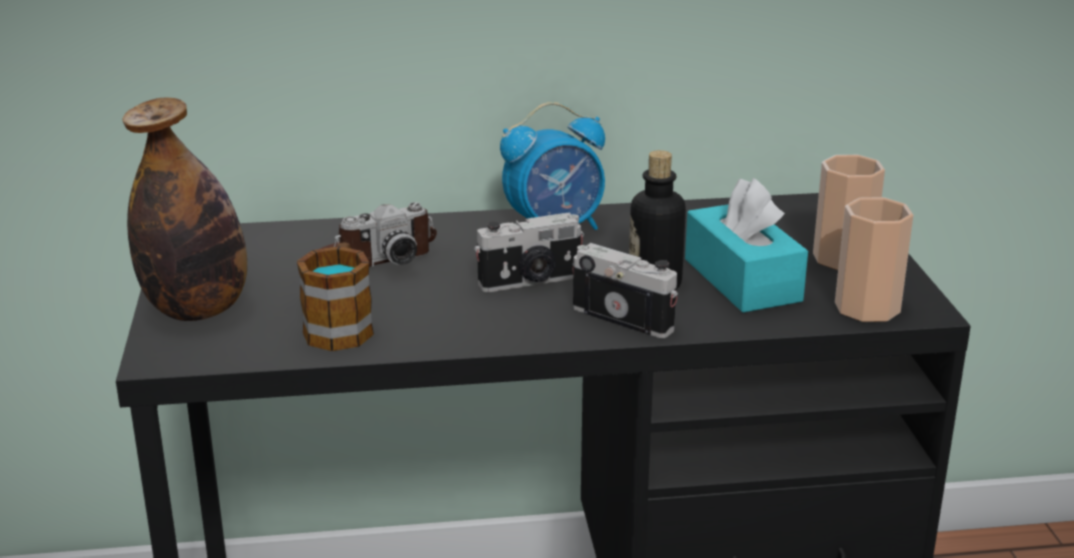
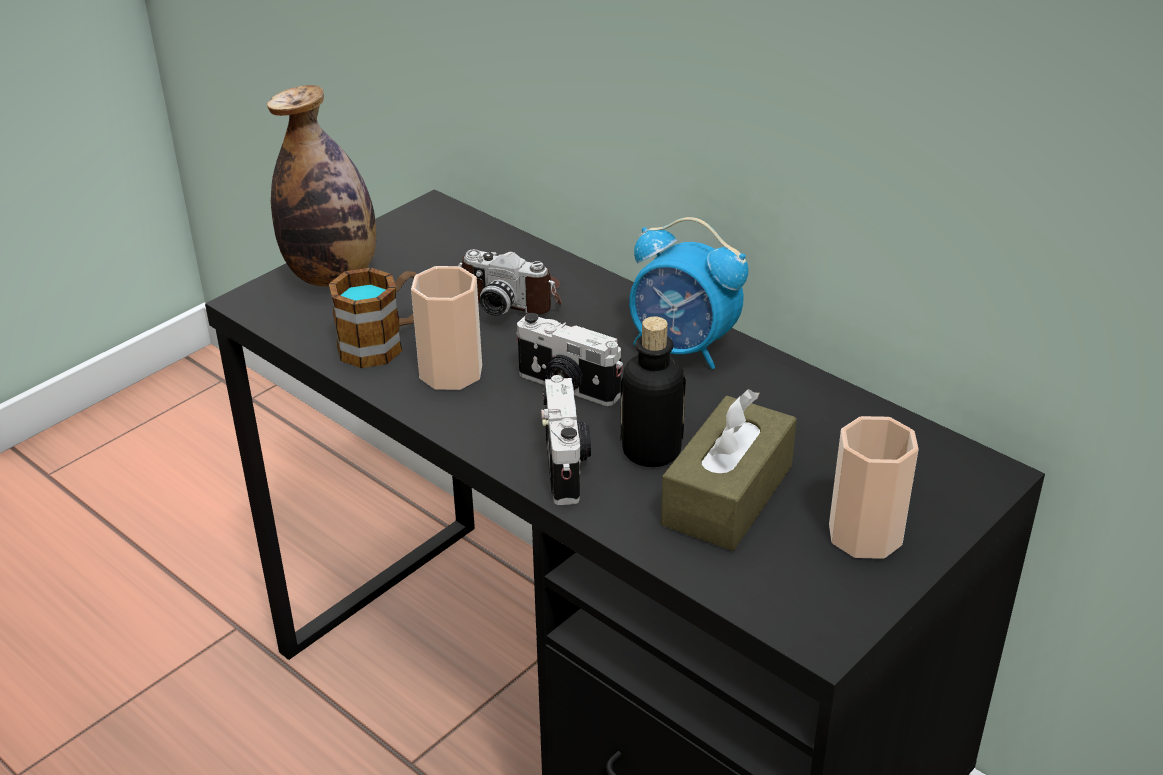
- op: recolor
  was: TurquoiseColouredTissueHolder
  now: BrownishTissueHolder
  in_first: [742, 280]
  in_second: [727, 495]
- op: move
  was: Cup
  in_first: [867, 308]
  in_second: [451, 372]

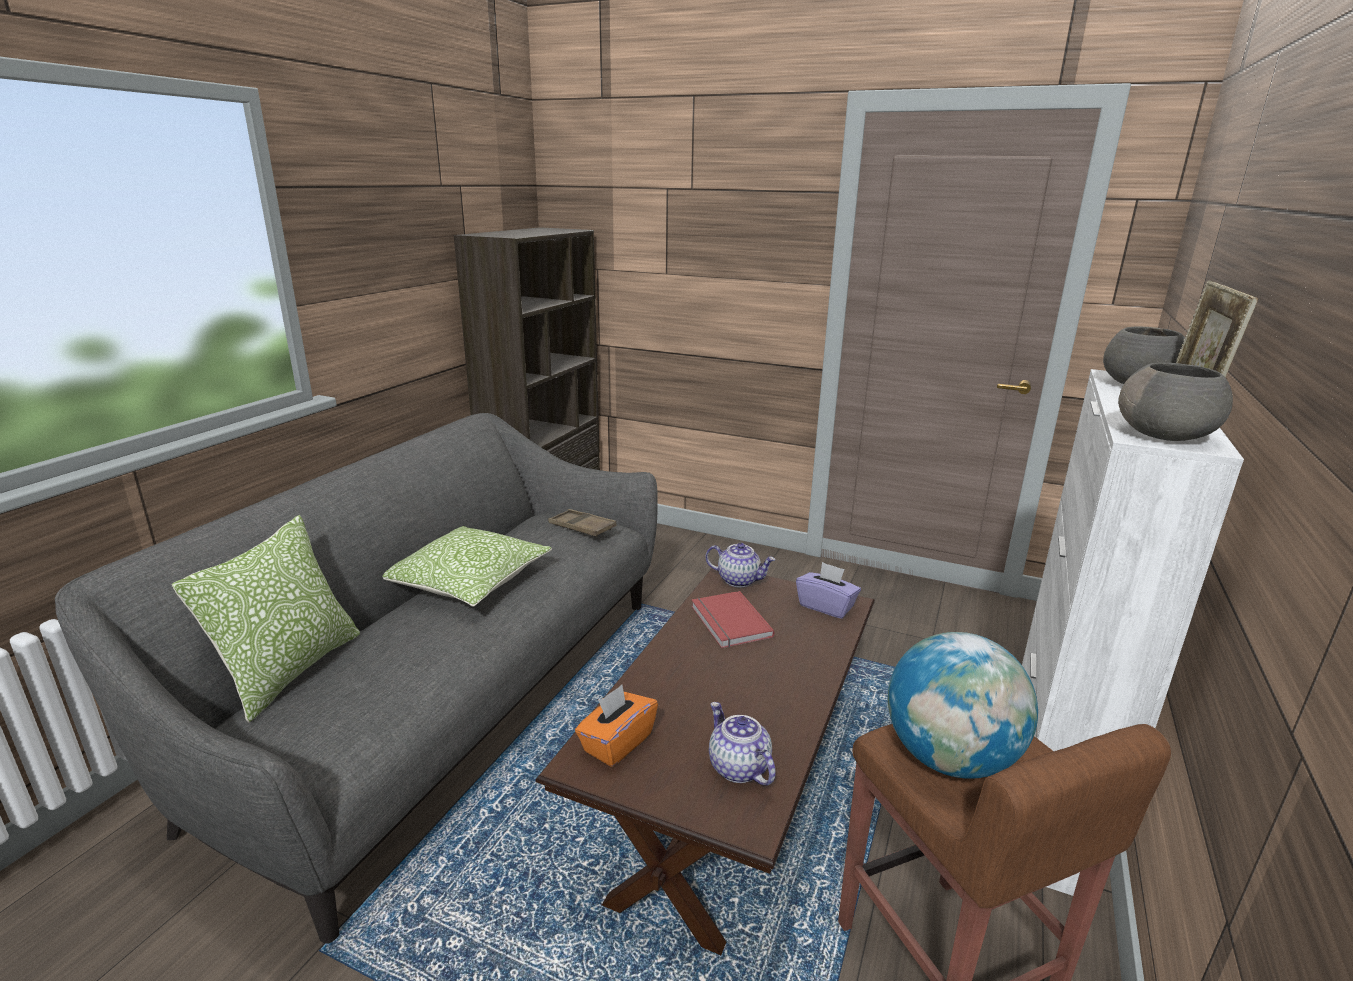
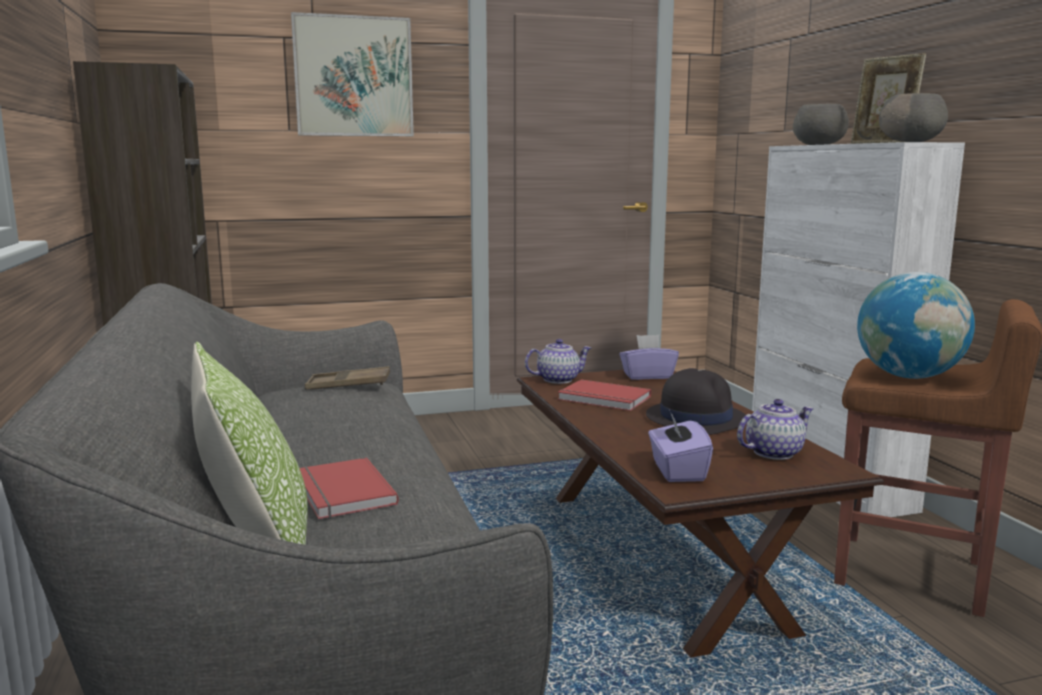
- op: delete
  was: Pillow
  in_first: [468, 581]
- op: recolor
  was: OrangeTissueHolder
  now: PurplishTissueHolder
  in_first: [617, 743]
  in_second: [677, 471]
- op: rotate
  was: TeaPot
  in_first: [737, 767]
  in_second: [773, 452]
  clockwise: 135
- op: insert
  now: WallArt
  in_second: [353, 76]
- op: insert
  now: BlackHat
  in_second: [695, 418]
- op: insert
  now: ReddishVolume
  in_second: [341, 492]

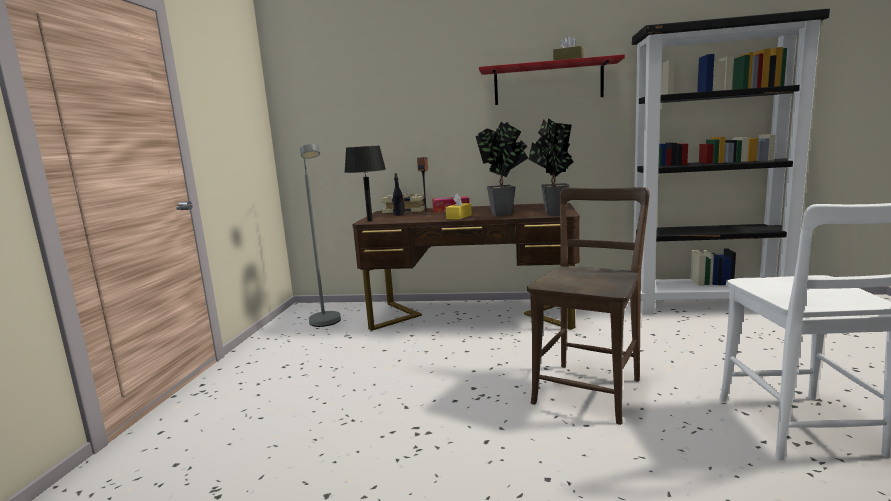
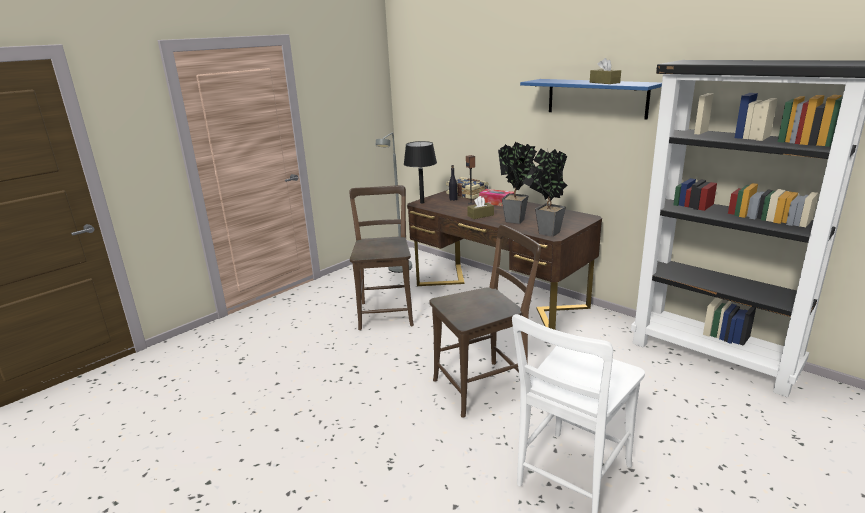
- op: recolor
  was: ReddishWallShelf
  now: BlueColouredWallShelf
  in_first: [548, 83]
  in_second: [596, 98]
- op: recolor
  was: YellowTissueHolder
  now: BrownishTissueHolder
  in_first: [459, 217]
  in_second: [480, 215]
- op: insert
  now: BrownishChair
  in_second: [386, 312]

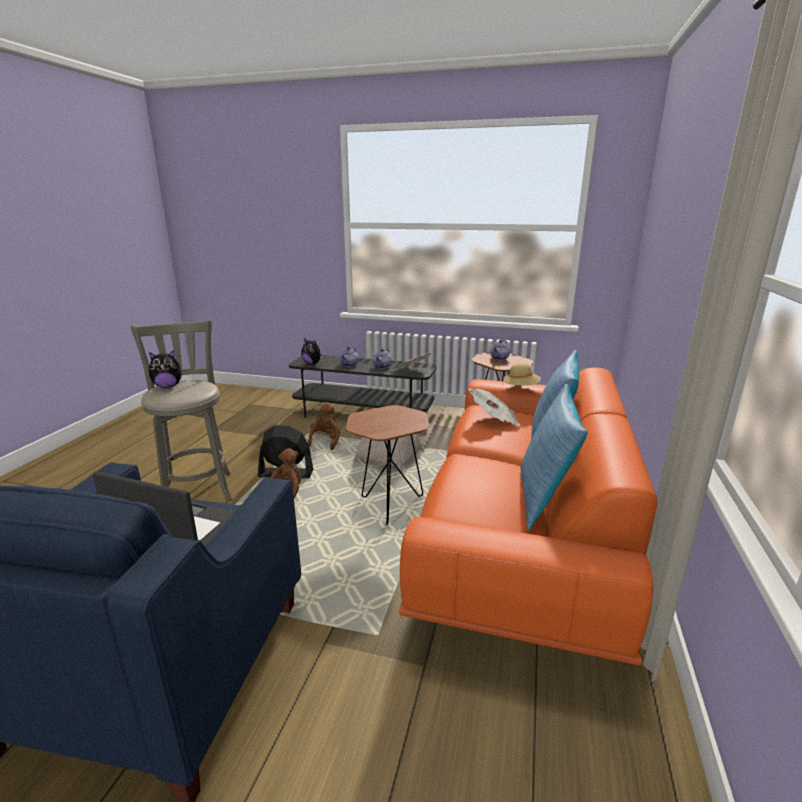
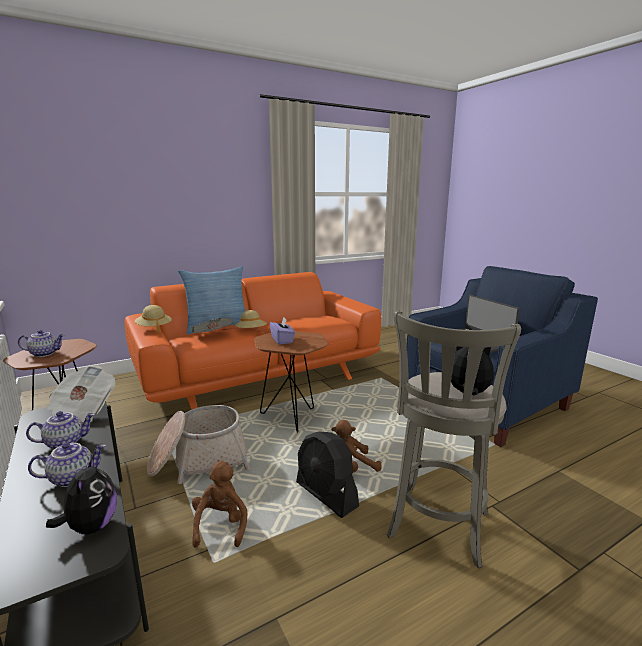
- op: delete
  was: Pillow
  in_first: [544, 498]
- op: rotate
  was: BrownishPlushToy
  in_first: [326, 441]
  in_second: [221, 525]
  clockwise: 120
- op: insert
  now: BeigeColouredHat
  in_second: [251, 331]
- op: insert
  now: PurplishTissueHolder
  in_second: [282, 340]

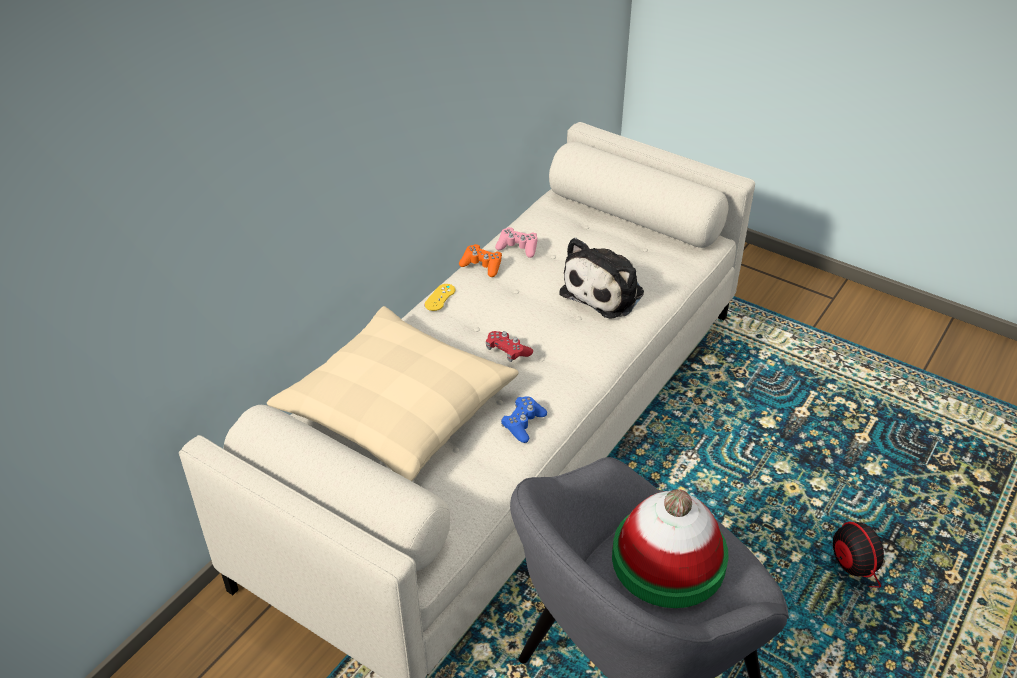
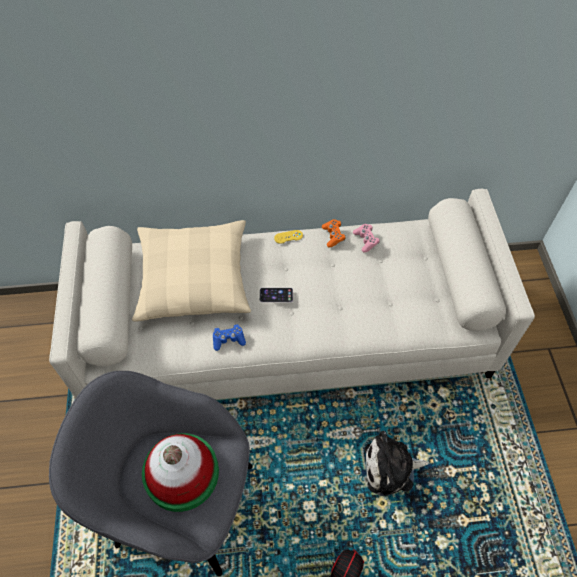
- op: move
  was: PlushToy
  in_first: [606, 291]
  in_second: [392, 468]
- op: replace
  was: ReddishGamepad
  now: Phone
  in_first: [507, 351]
  in_second: [276, 295]

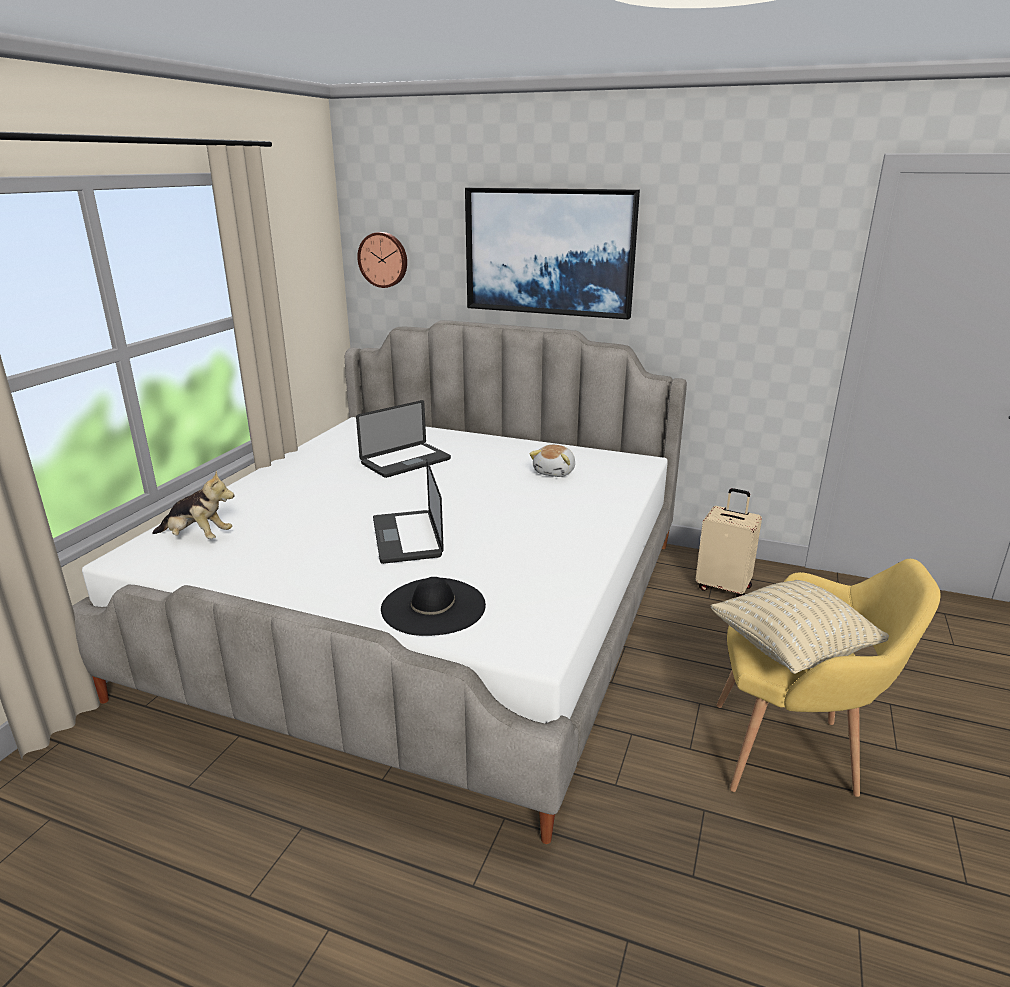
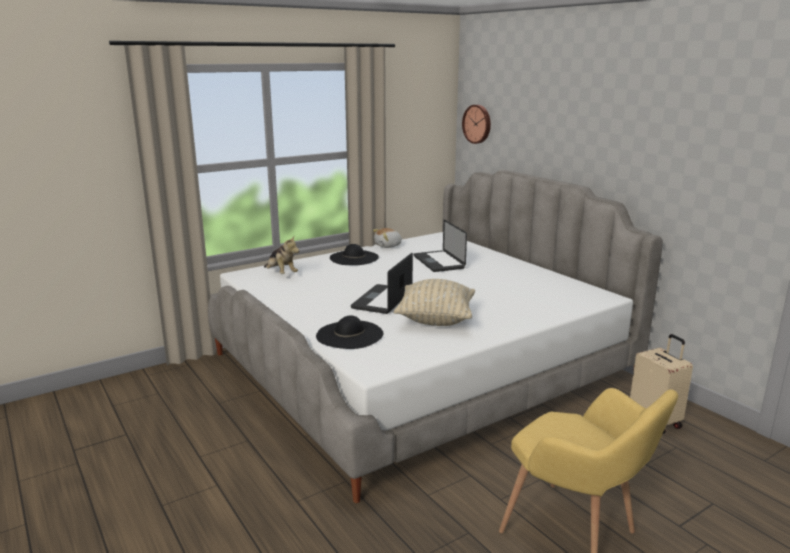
- op: delete
  was: WallArt
  in_first: [549, 252]
- op: rotate
  was: NotebookComputer
  in_first: [406, 461]
  in_second: [438, 262]
  clockwise: 75
- op: move
  was: PlushToy
  in_first: [555, 472]
  in_second: [388, 246]
- op: move
  was: BeigeColouredPillow
  in_first: [791, 650]
  in_second: [436, 320]
- op: insert
  now: BlackHat
  in_second: [354, 258]

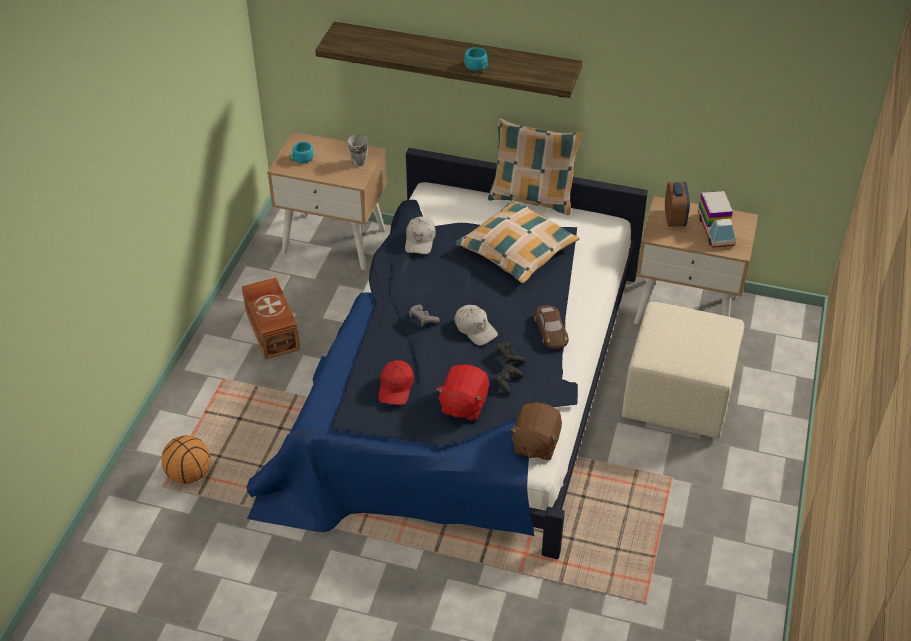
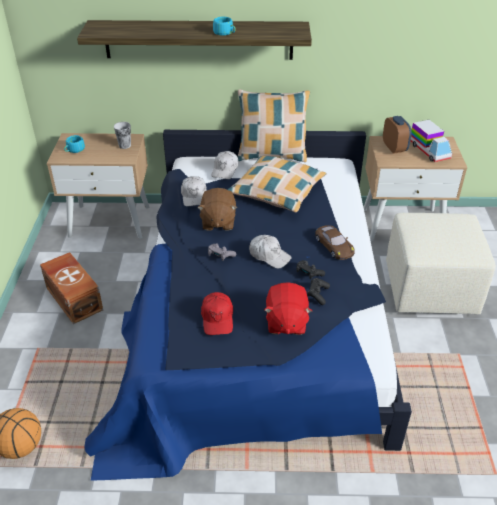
- op: move
  was: BrownishPlushToy
  in_first: [535, 444]
  in_second: [218, 222]
- op: insert
  now: WhiteColouredBaseballCap
  in_second: [225, 170]

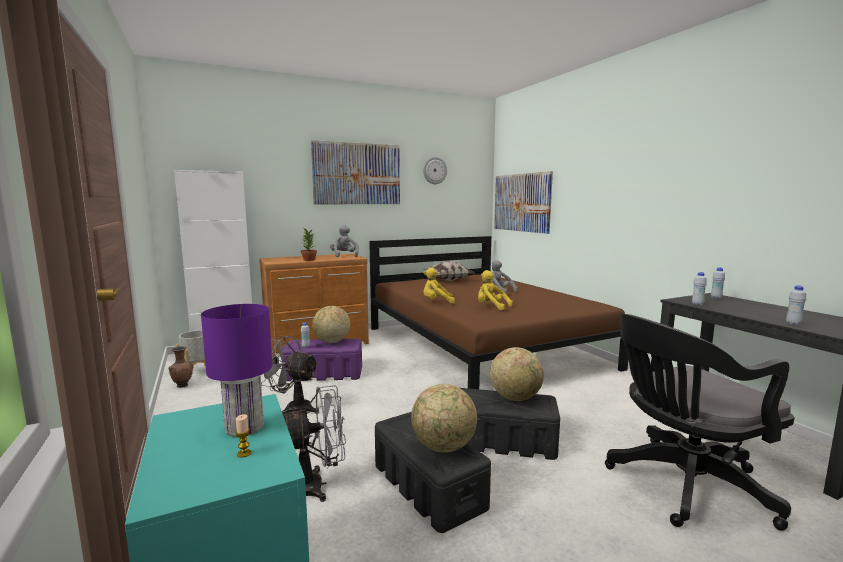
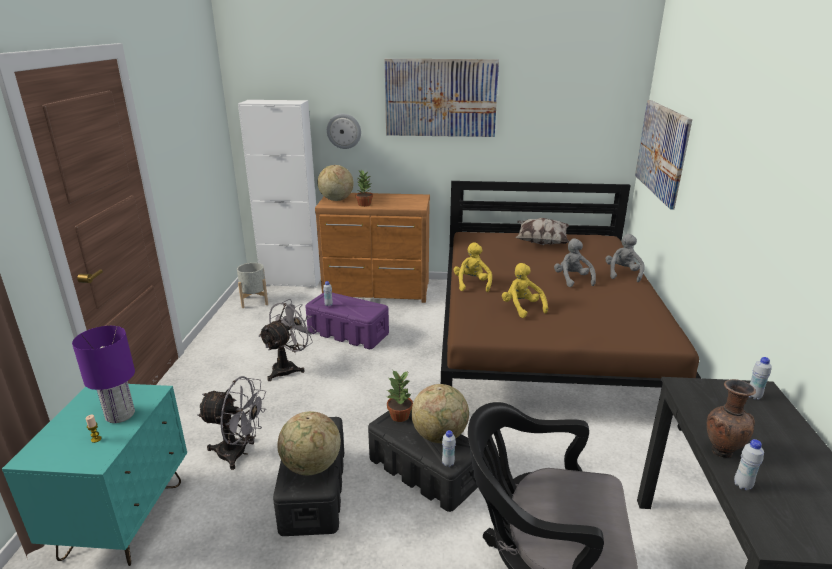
- op: move
  was: HangingClock
  in_first: [434, 170]
  in_second: [344, 131]
- op: move
  was: GrayPlushToy
  in_first: [344, 256]
  in_second: [622, 274]
- op: rotate
  was: YellowPlushToy
  in_first: [437, 302]
  in_second: [472, 284]
  clockwise: 60
- op: move
  was: WhiteColouredBottle
  in_first: [697, 304]
  in_second: [448, 463]
- op: move
  was: DeskGlobe
  in_first: [331, 342]
  in_second: [336, 200]
- op: rotate
  was: GrayFan
  in_first: [292, 408]
  in_second: [288, 367]
  clockwise: 75
- op: move
  was: BrownishDecorativeVase
  in_first: [182, 385]
  in_second: [721, 451]
- op: insert
  now: PottedPlant
  in_second: [400, 416]

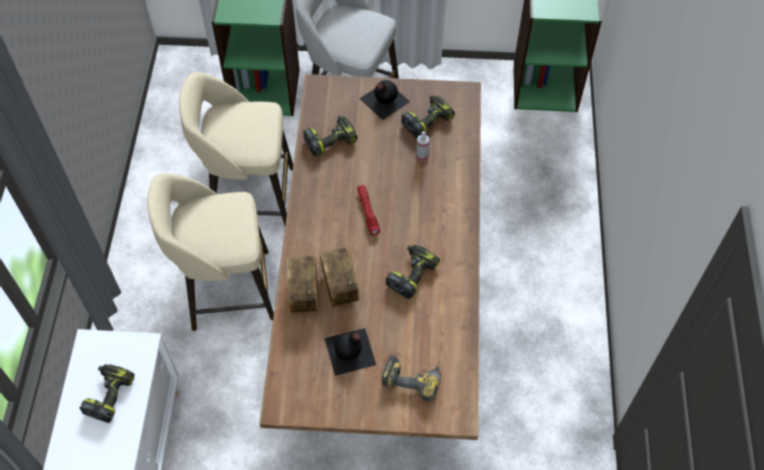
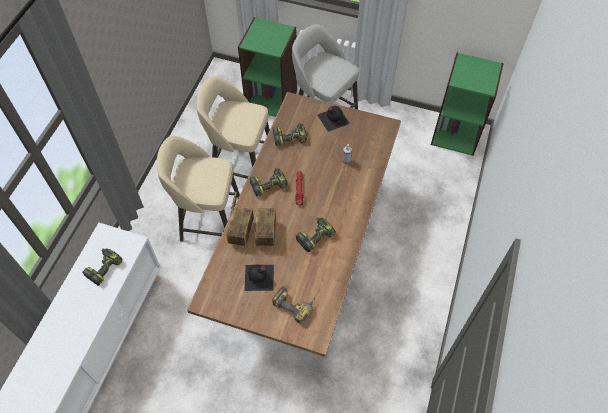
- op: move
  was: PowerDrill
  in_first: [427, 120]
  in_second: [268, 184]

